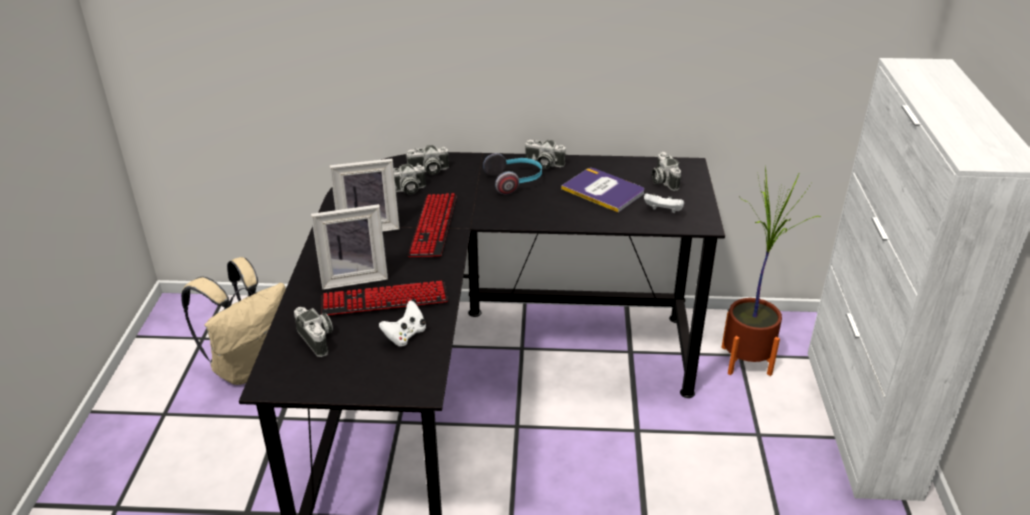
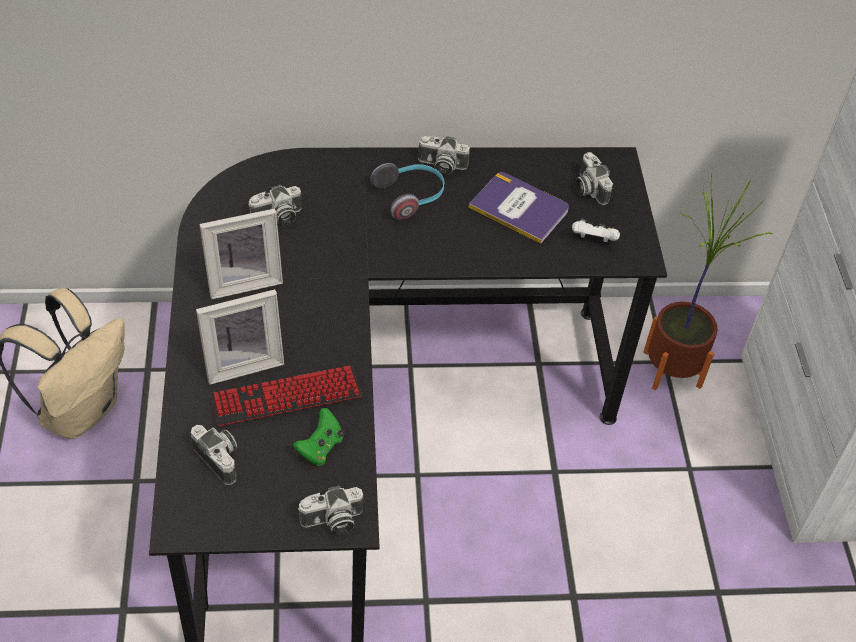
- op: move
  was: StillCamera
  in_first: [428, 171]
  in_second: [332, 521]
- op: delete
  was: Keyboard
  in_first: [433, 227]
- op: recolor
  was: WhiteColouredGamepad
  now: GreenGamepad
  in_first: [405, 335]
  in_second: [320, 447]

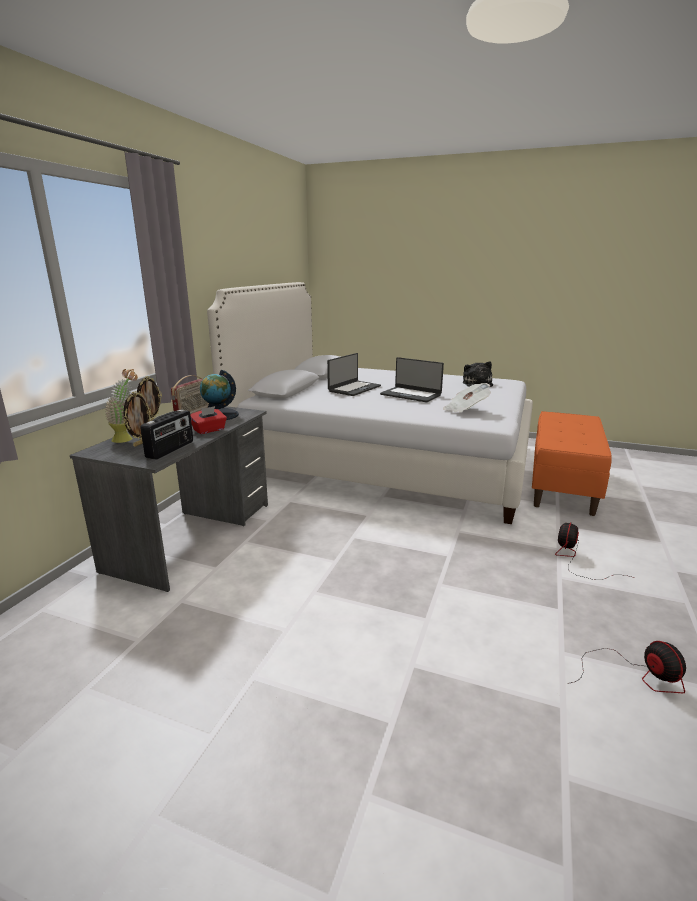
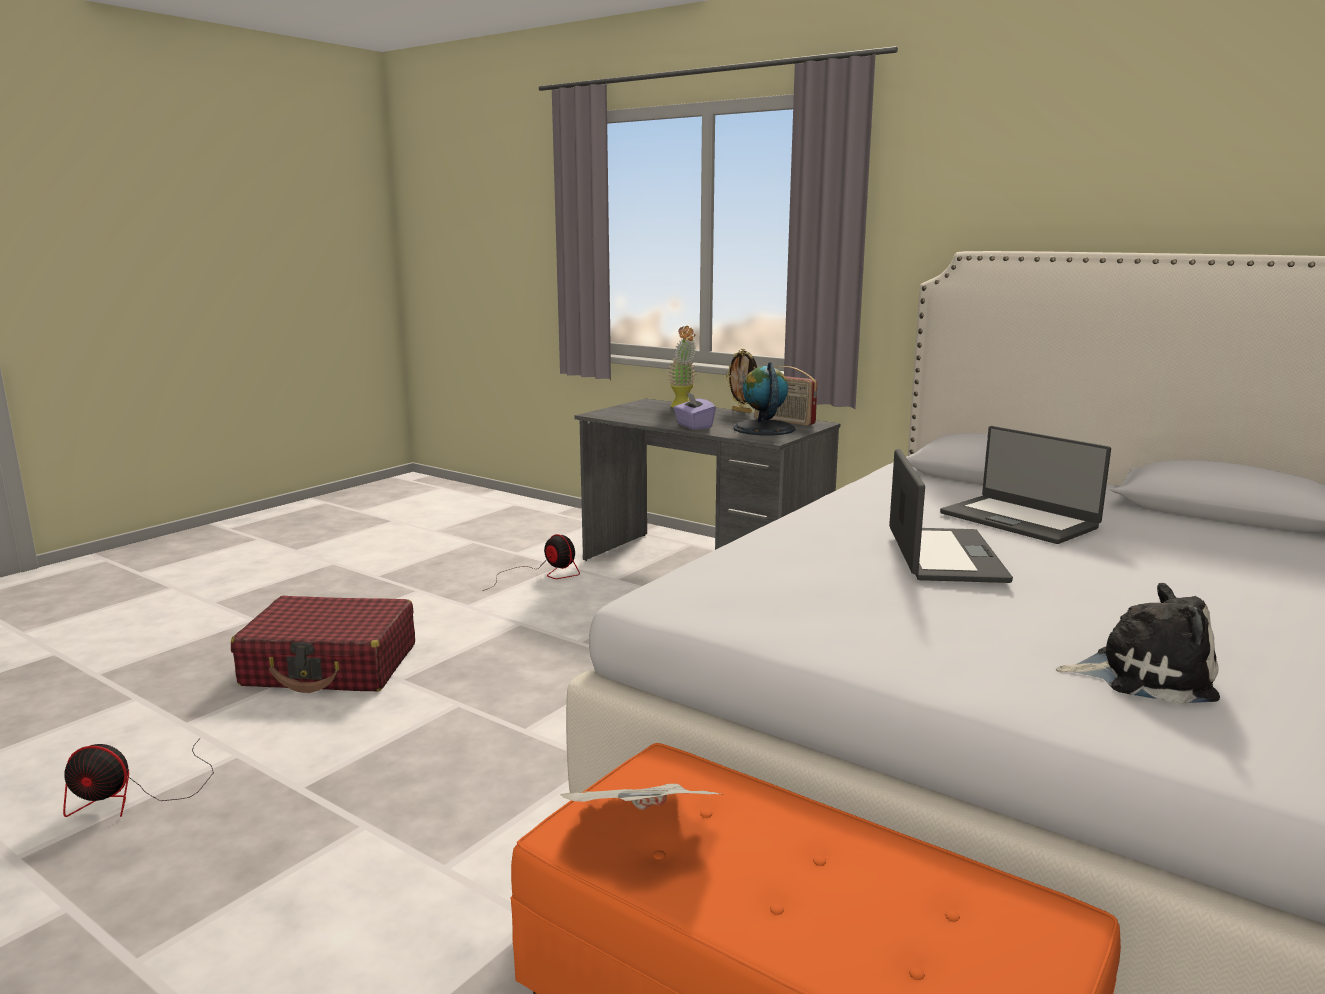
- op: rotate
  was: NotebookComputer
  in_first: [411, 395]
  in_second: [943, 556]
  clockwise: 135
- op: move
  was: PrintedPaper
  in_first: [465, 409]
  in_second: [644, 831]
- op: delete
  was: PhotoFrame
  in_first: [141, 443]
- op: recolor
  was: ReddishTissueHolder
  now: PurplishTissueHolder
  in_first: [209, 430]
  in_second: [693, 426]
- op: delete
  was: RadioReceiver
  in_first: [171, 449]
- op: move
  was: Fan
  in_first: [575, 559]
  in_second: [542, 575]
- op: insert
  now: ReddishSuitcase
  in_second: [331, 665]

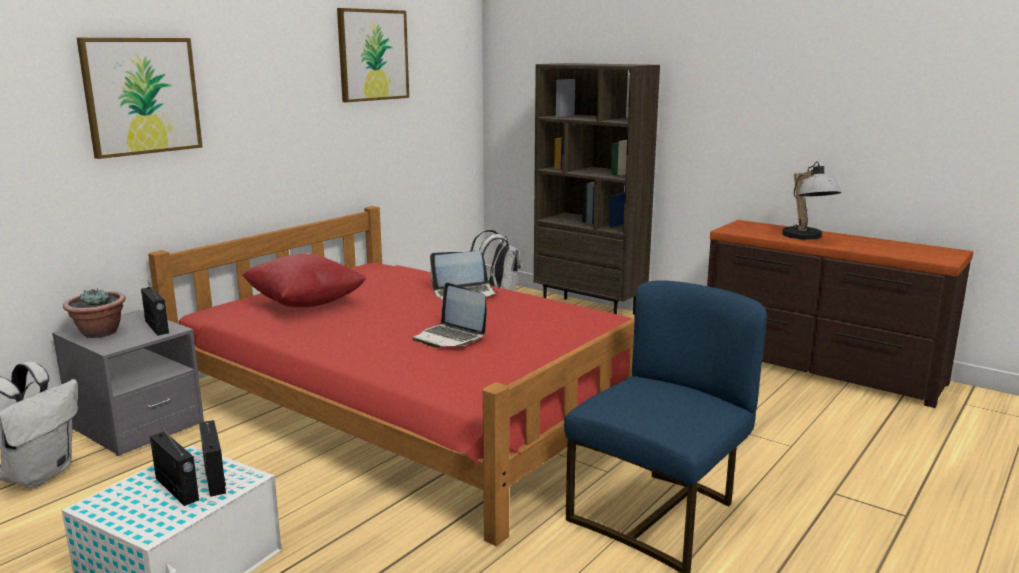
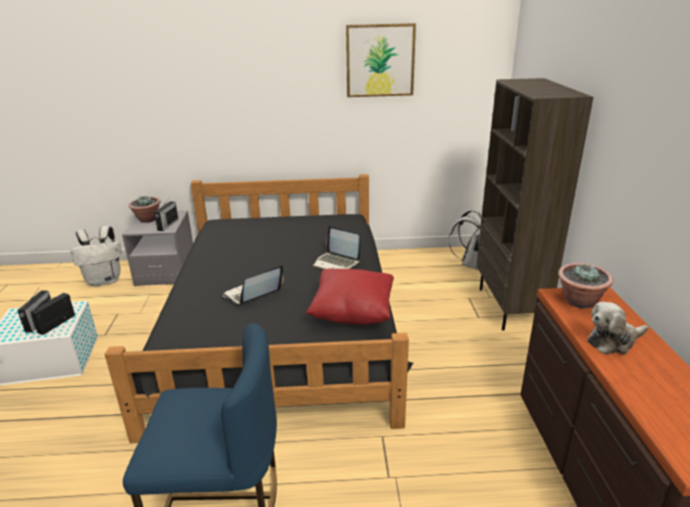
- op: delete
  was: WallArt
  in_first: [142, 96]
- op: replace
  was: TabletopLamp
  now: PlushToy
  in_first: [807, 237]
  in_second: [613, 341]
- op: recolor
  was: ReddishBed
  now: BlackBed
  in_first: [422, 399]
  in_second: [280, 323]
- op: move
  was: ReddishPillow
  in_first: [305, 303]
  in_second: [353, 313]
- op: rotate
  was: NotebookComputer
  in_first: [450, 337]
  in_second: [253, 295]
  clockwise: 45
- op: insert
  now: PottedPlant
  in_second: [579, 301]

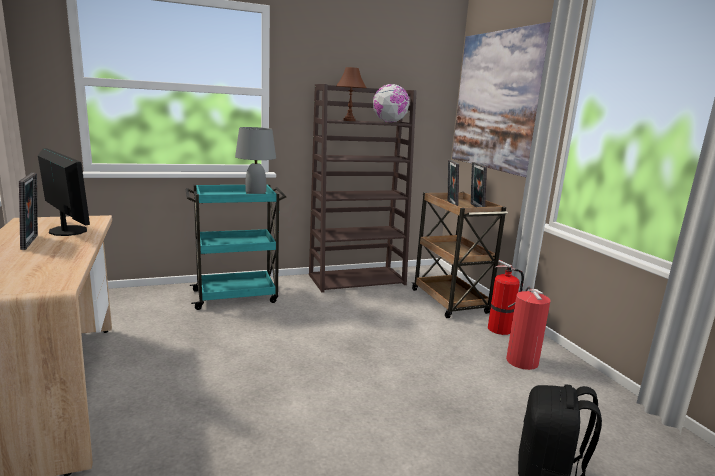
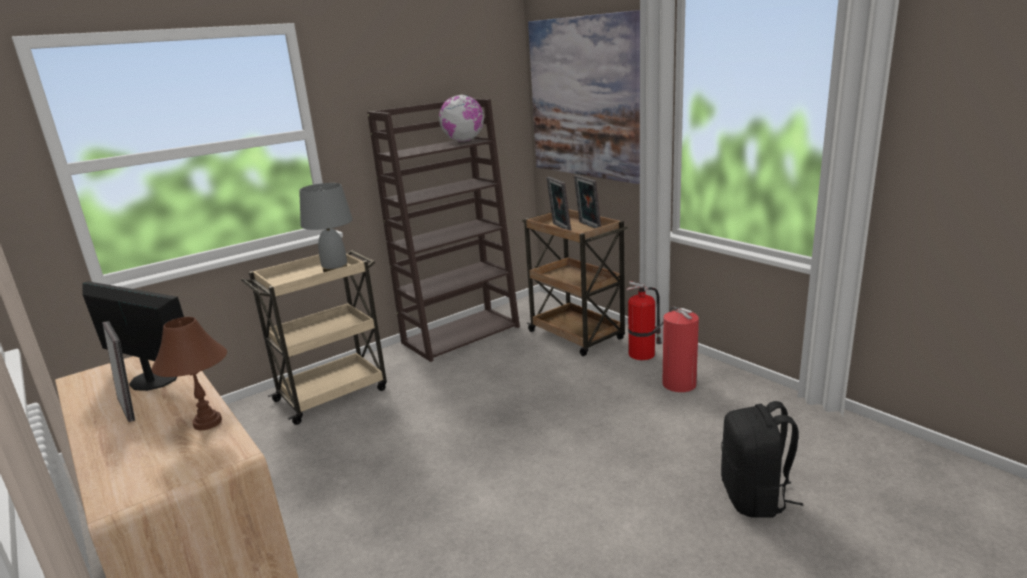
- op: move
  was: BrownishTabletopLamp
  in_first: [349, 120]
  in_second: [208, 422]
- op: recolor
  was: TurquoiseColouredCart
  now: BeigeColouredCart
  in_first: [237, 296]
  in_second: [333, 394]

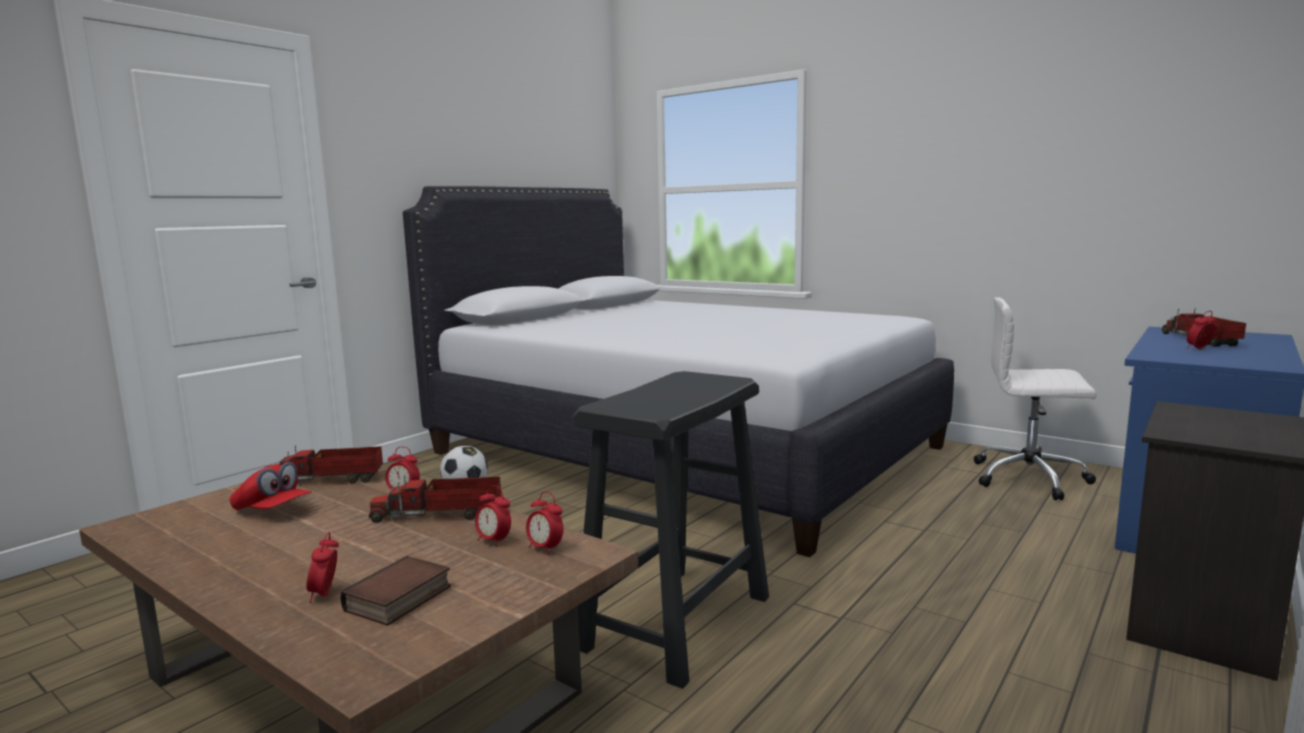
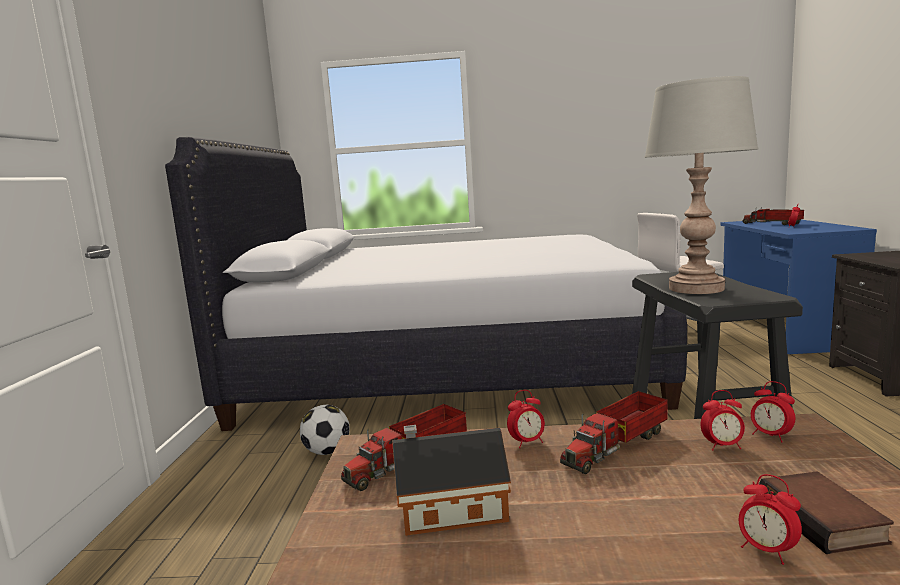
- op: replace
  was: ReddishBaseballCap
  now: ModelHouse
  in_first: [273, 510]
  in_second: [448, 508]
- op: rotate
  was: AlarmClock
  in_first: [545, 549]
  in_second: [770, 436]
  clockwise: 45
- op: insert
  now: GrayTabletopLamp
  in_second: [696, 288]

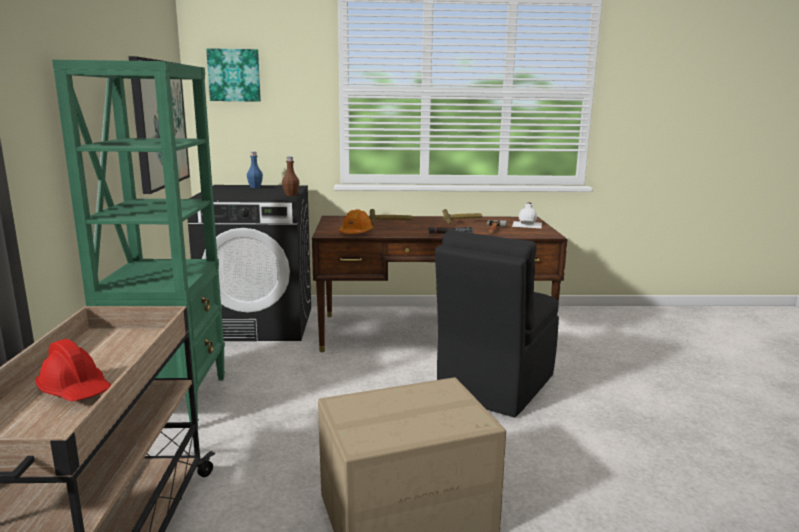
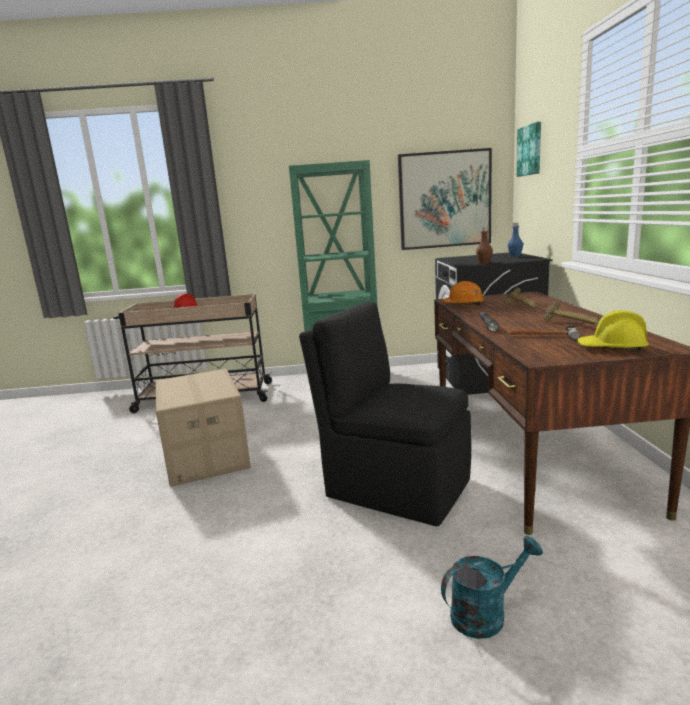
- op: replace
  was: WhiteColouredBottle
  now: YellowSafetyHelmet
  in_first: [527, 224]
  in_second: [611, 348]
- op: insert
  now: TurquoiseColouredSprinklingCan
  in_second: [486, 613]

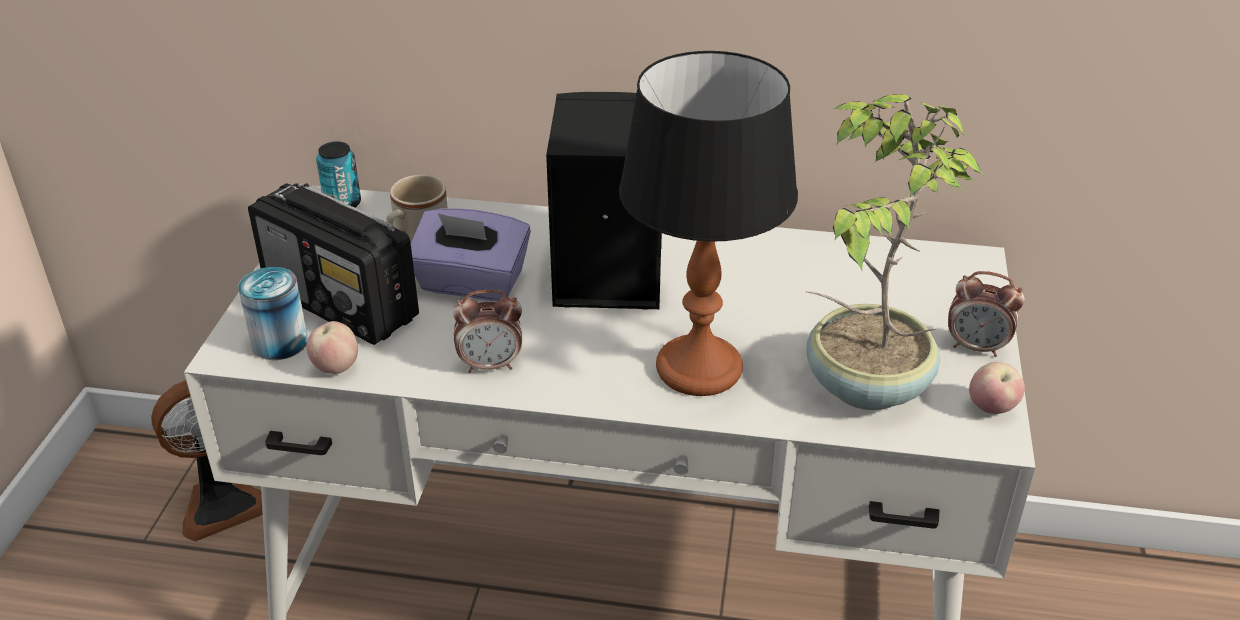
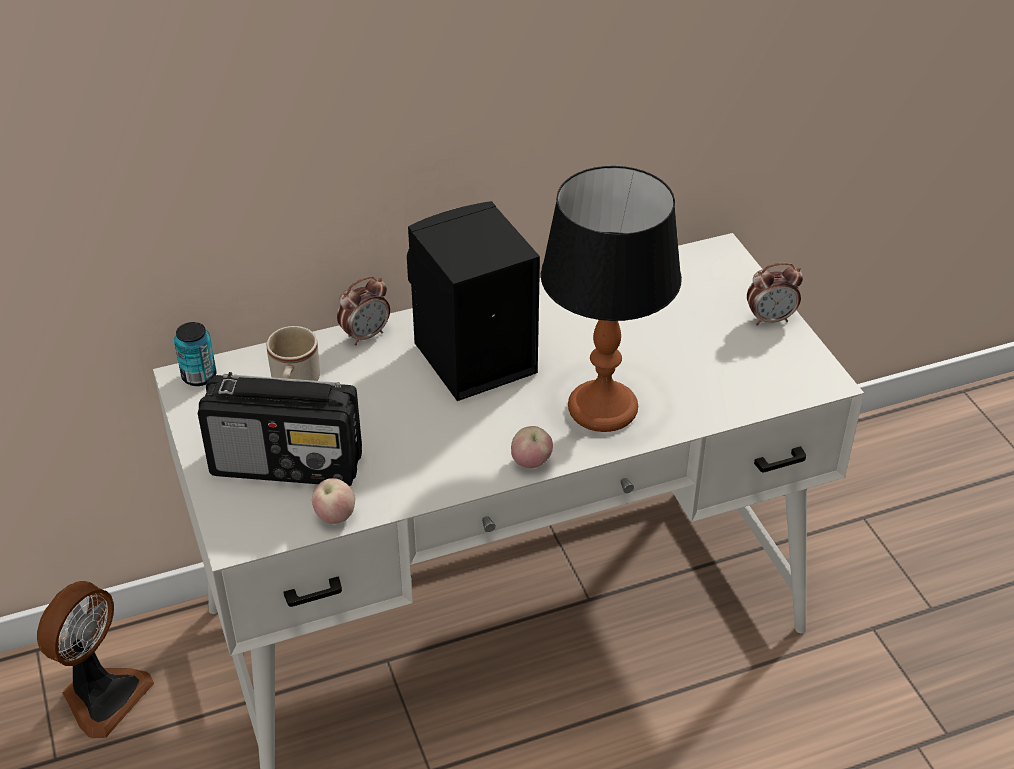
- op: delete
  was: PottedPlant
  in_first: [863, 385]
- op: delete
  was: PurplishTissueHolder
  in_first: [471, 283]
- op: delete
  was: SealedCan
  in_first: [280, 342]
- op: move
  was: AlarmClock
  in_first: [491, 365]
  in_second: [366, 335]
- op: move
  was: Apple
  in_first: [991, 408]
  in_second: [531, 463]

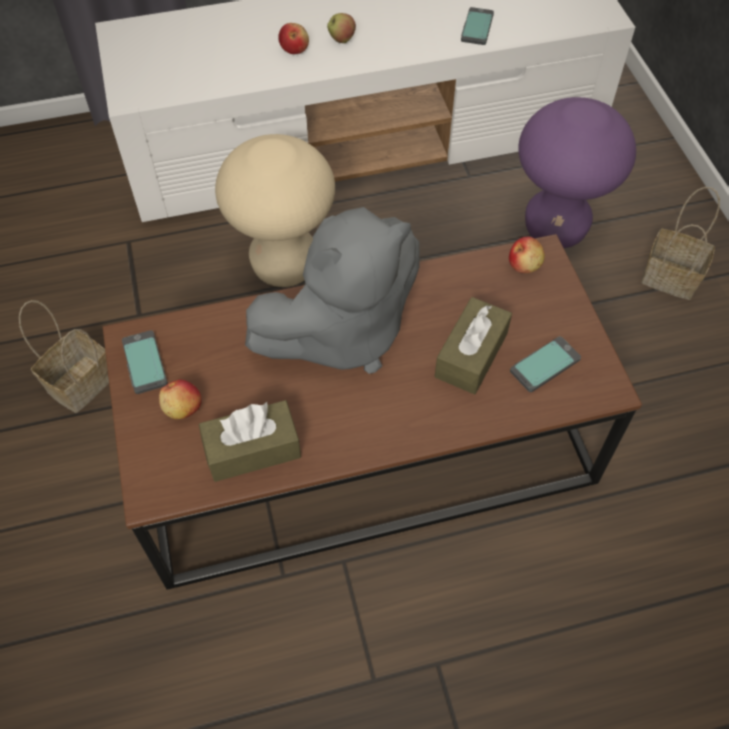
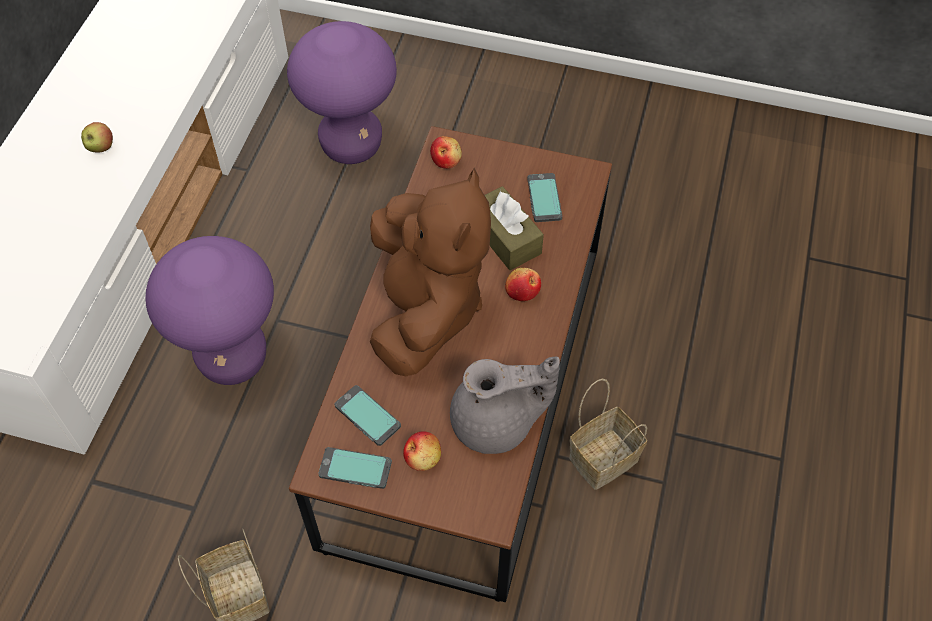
- op: move
  was: Phone
  in_first: [477, 27]
  in_second: [367, 416]
- op: move
  was: Apple
  in_first: [294, 49]
  in_second: [522, 292]
- op: recolor
  was: BeigeColouredStool
  now: PurplishStool
  in_first: [284, 266]
  in_second: [233, 358]
- op: move
  was: StorageBasket
  in_first: [672, 277]
  in_second: [604, 457]
- op: recolor
  was: GrayPlushToy
  now: BrownishPlushToy
  in_first: [341, 332]
  in_second: [425, 310]
- op: replace
  was: BrownishTissueHolder
  now: GrayTeaPot
  in_first: [252, 450]
  in_second: [496, 423]

